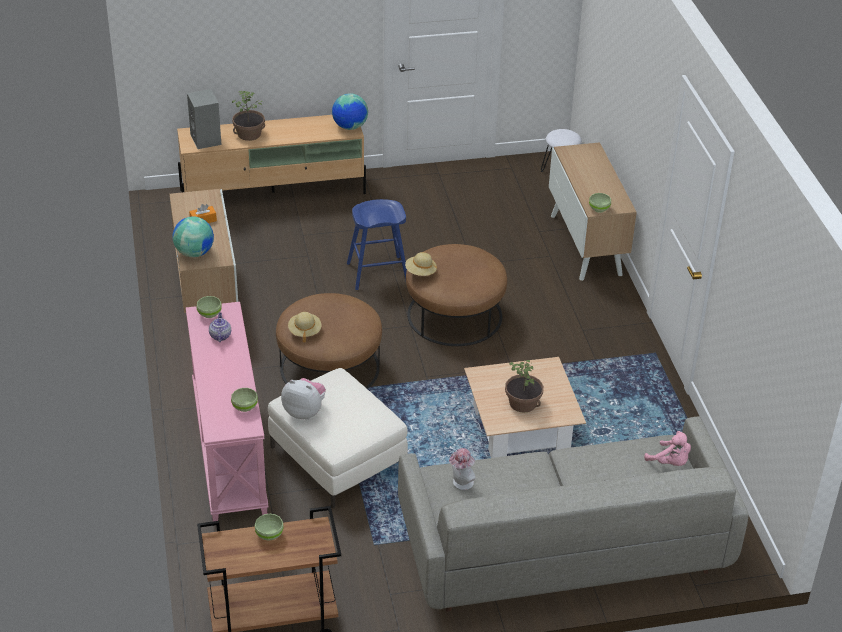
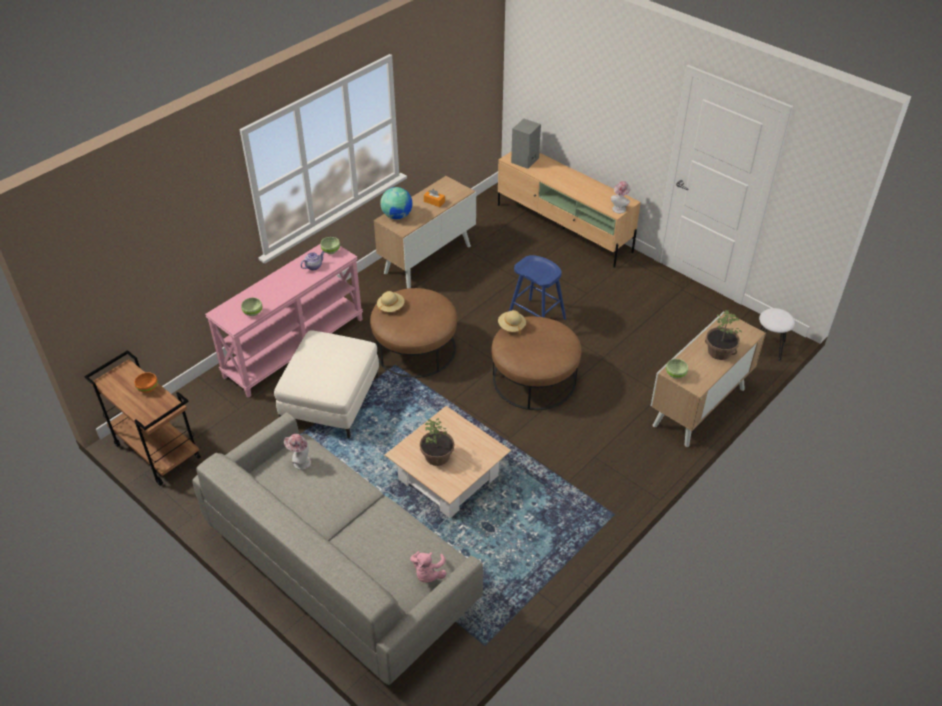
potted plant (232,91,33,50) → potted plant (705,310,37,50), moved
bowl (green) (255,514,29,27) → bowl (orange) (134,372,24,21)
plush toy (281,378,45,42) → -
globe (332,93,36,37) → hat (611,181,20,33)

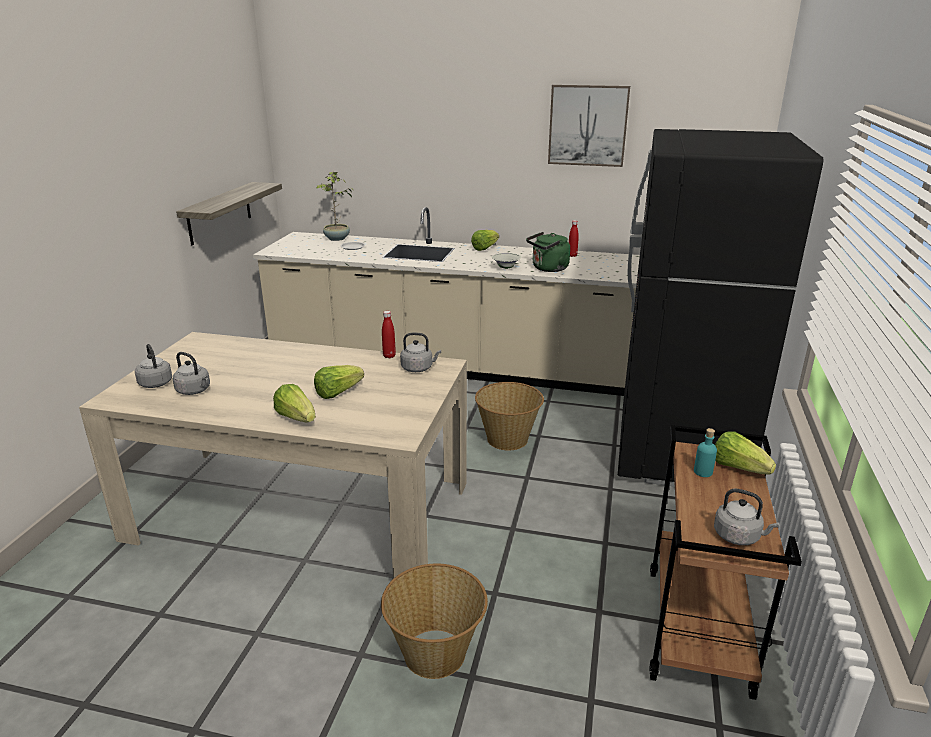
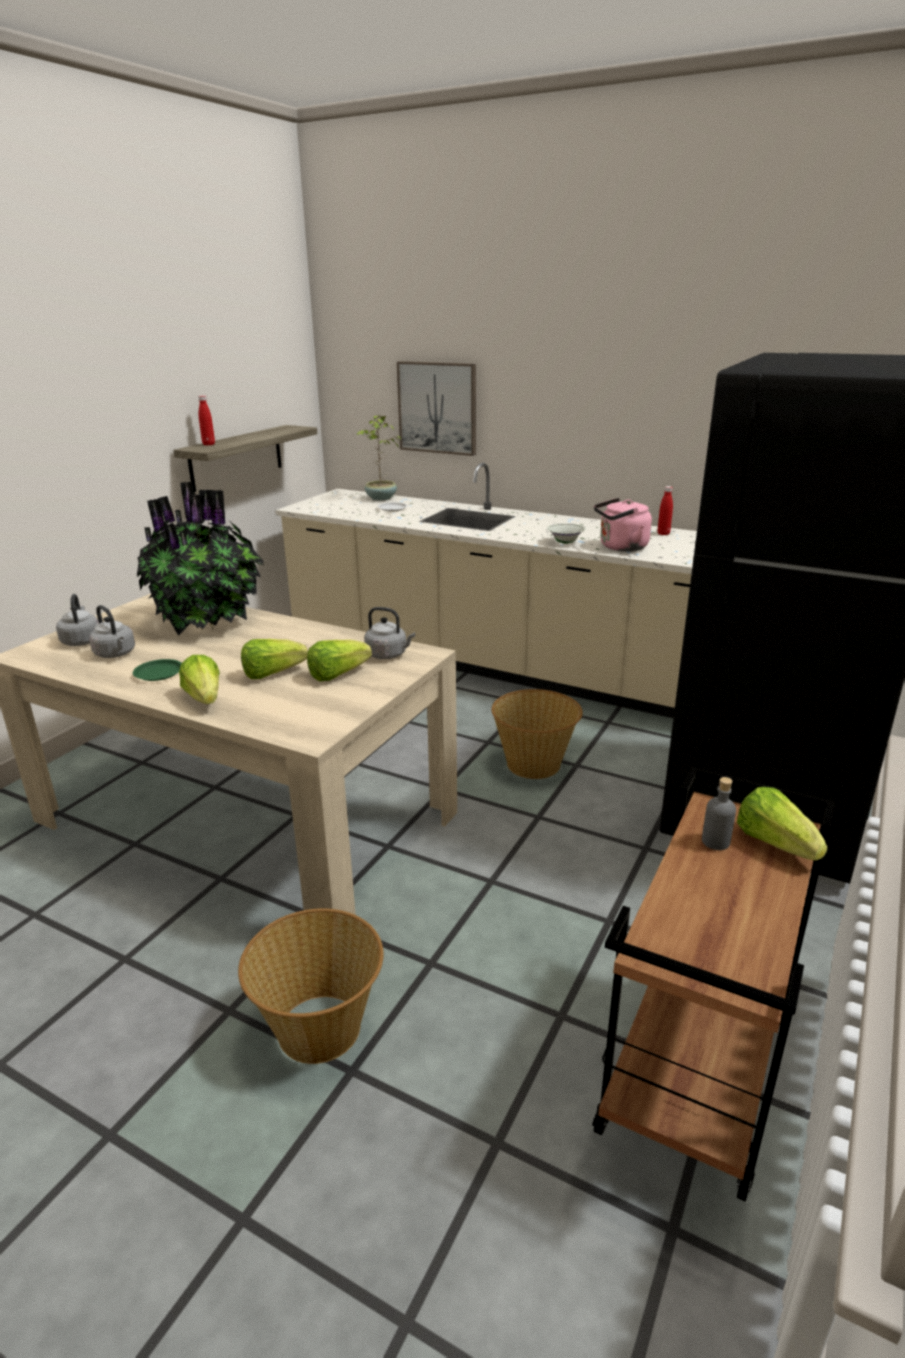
bottle (red) (382,311,14,47) → bottle (red) (198,395,17,50), moved
lettuce (471,230,28,21) → lettuce (307,640,65,41), moved
kettle (green) (526,232,44,40) → kettle (pink) (594,498,58,54)
picture (548,85,82,82) → picture (397,361,79,95), moved
bottle (turquoise) (694,428,23,49) → bottle (grey) (702,777,34,73)
kettle (grey) (714,489,65,56) → -
- → plate (green) (133,659,48,22)
- → potted plant (137,482,127,154)

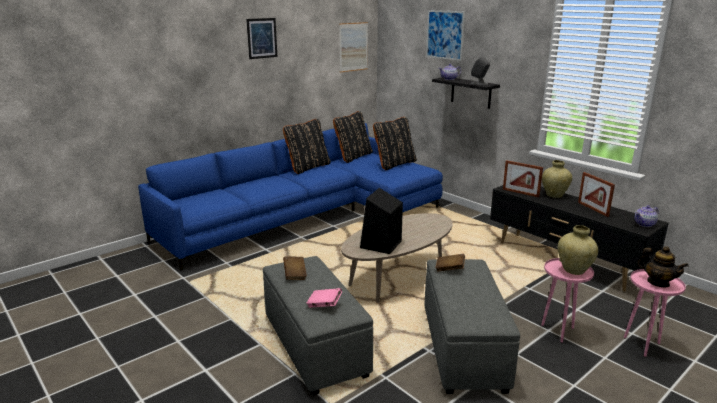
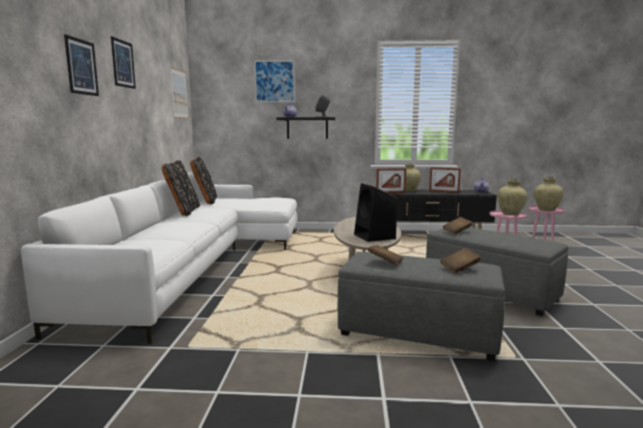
sofa (blue) (138,123,305,147) → sofa (white) (21,172,276,172)
book (pink) (306,288,36,20) → book (brown) (440,248,41,26)
pillow (black) (373,117,44,53) → -
teapot (638,246,50,41) → vase (beige) (534,177,30,34)
- → picture (64,34,35,62)

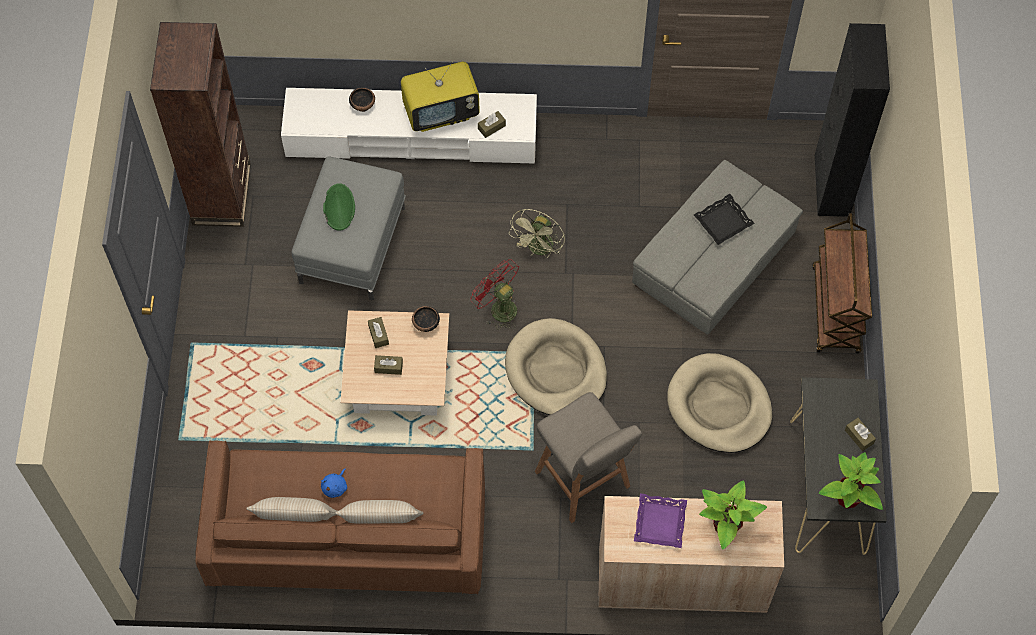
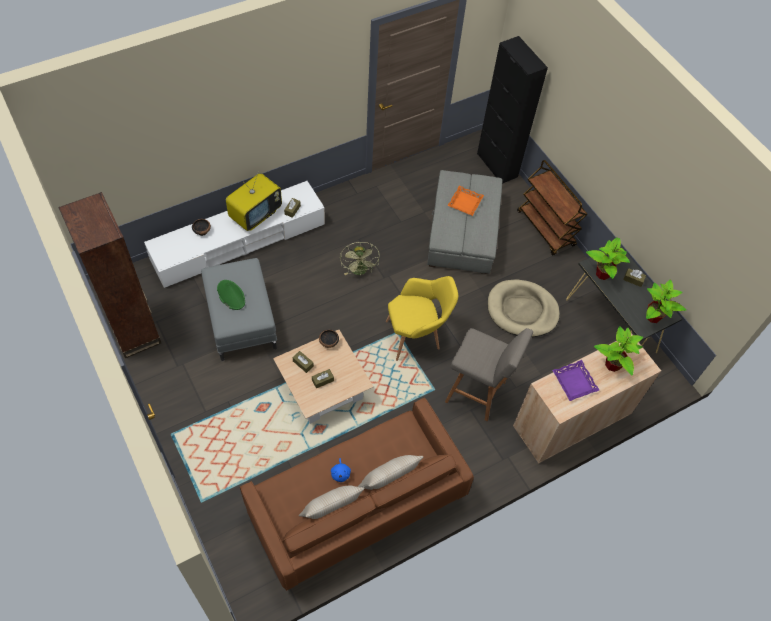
fan (red) (470,259,49,71) → -
dog bed (beige) (505,318,102,97) → armchair (yellow) (386,276,72,85)
tray (black) (694,194,61,51) → tray (orange) (447,185,37,31)
- → potted plant (586,237,44,43)

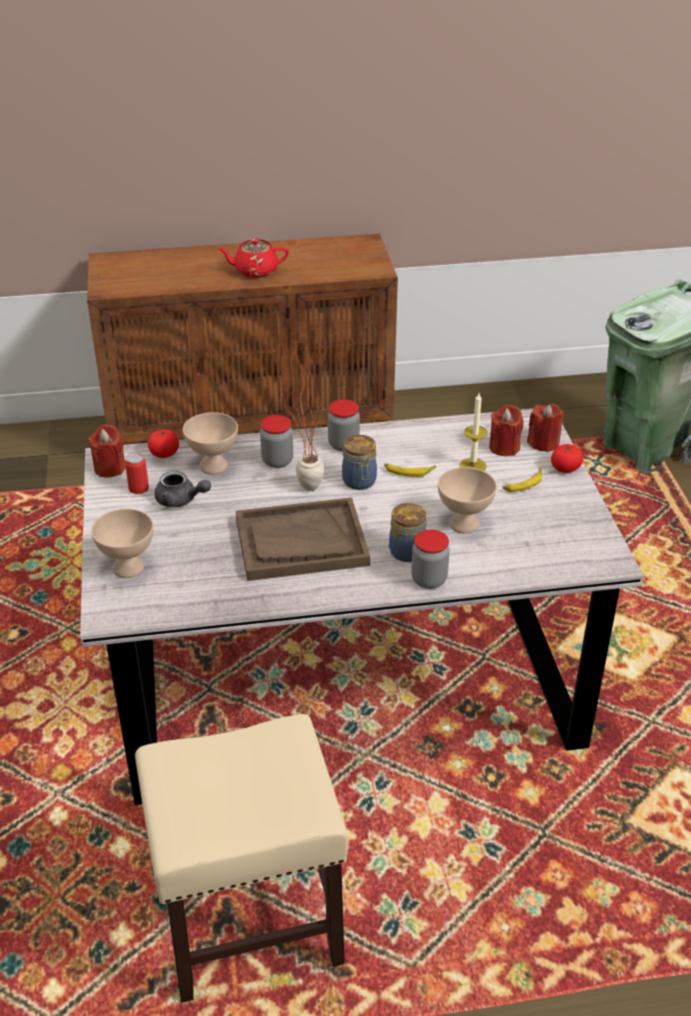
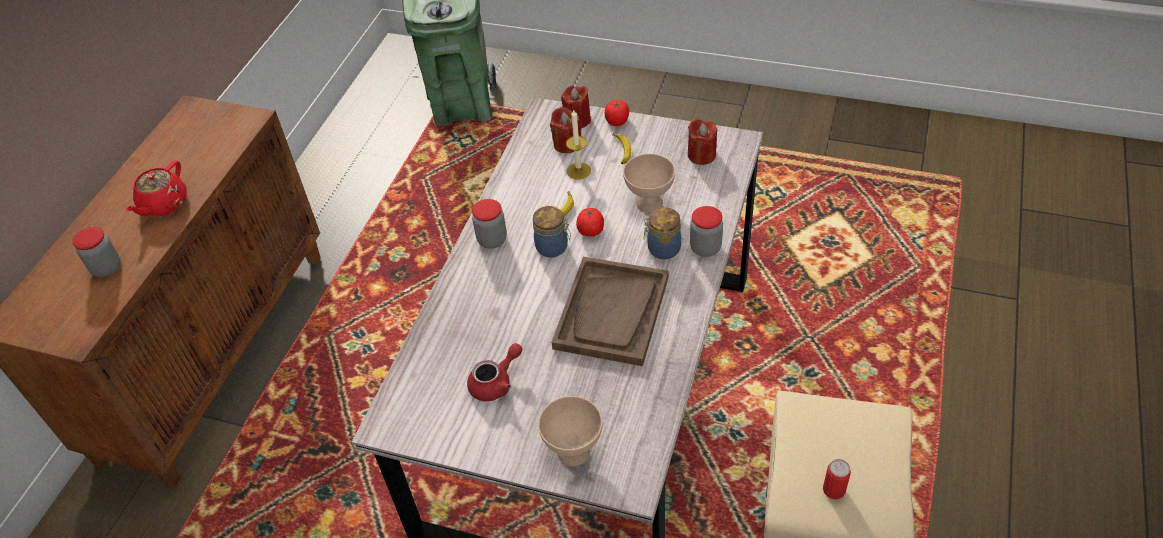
candle (red) (88,424,38,54) → candle (red) (688,119,29,46), moved
can (125,452,24,42) → can (823,459,28,40), moved
tomato (147,429,32,29) → tomato (576,208,28,29), moved
teapot (grey) (155,471,56,36) → teapot (red) (467,343,55,59)
bowl (beige) (183,412,55,63) → -
jar (260,415,33,53) → jar (72,227,49,50), moved
potted plant (273,337,53,154) → -

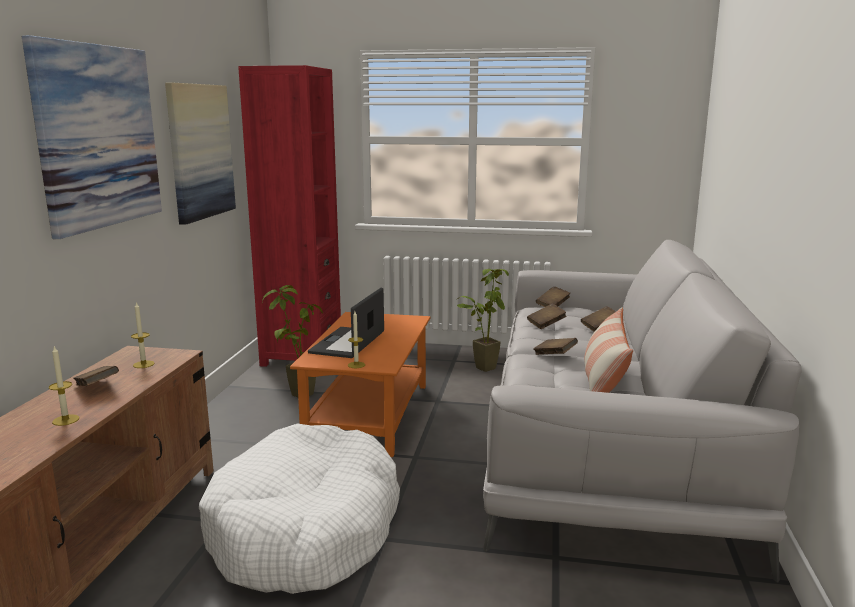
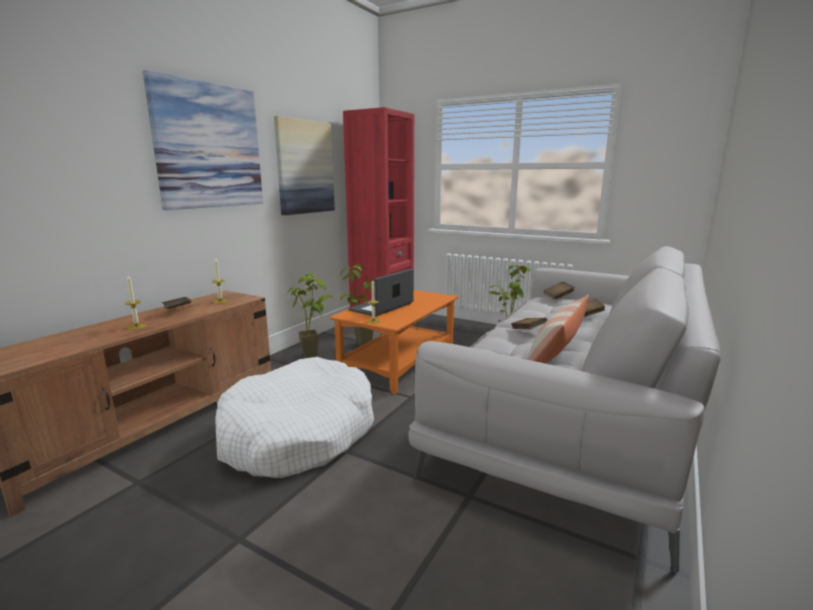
book (brown) (527,303,39,26) → -
- → potted plant (287,273,47,85)

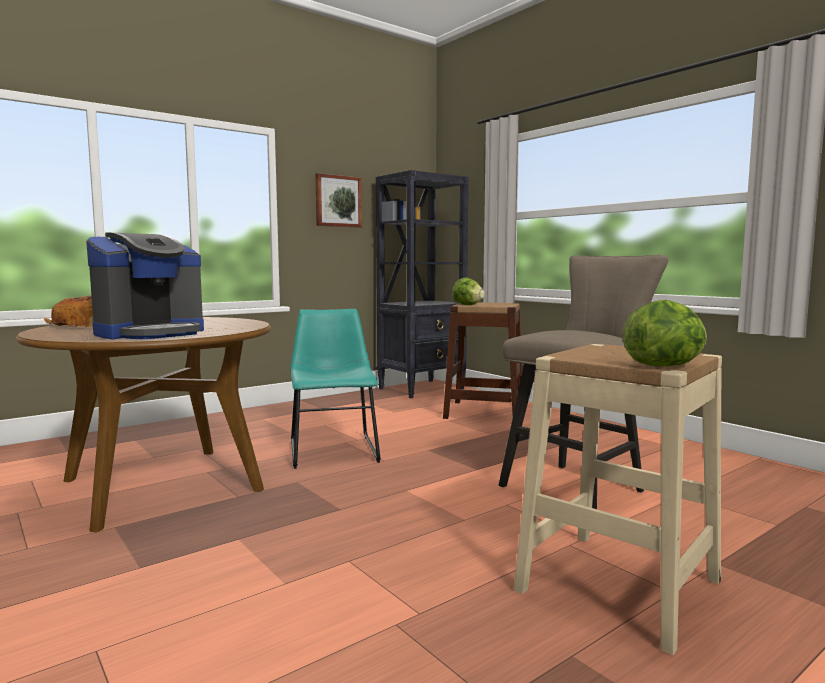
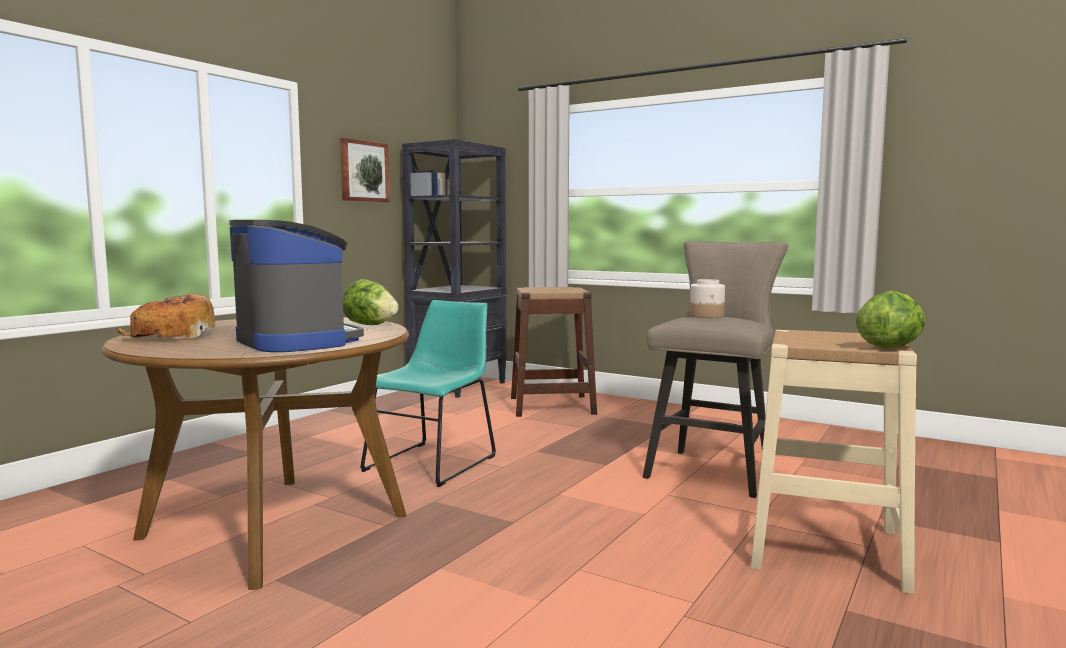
coffee machine (86,232,118,108) → coffee machine (229,220,135,132), 60 degrees counterclockwise
chair (turquoise) (291,309,90,160) → chair (turquoise) (360,300,136,187), 60 degrees clockwise
lettuce (452,278,33,27) → lettuce (343,279,56,46), moved
- → jar (690,279,35,39)

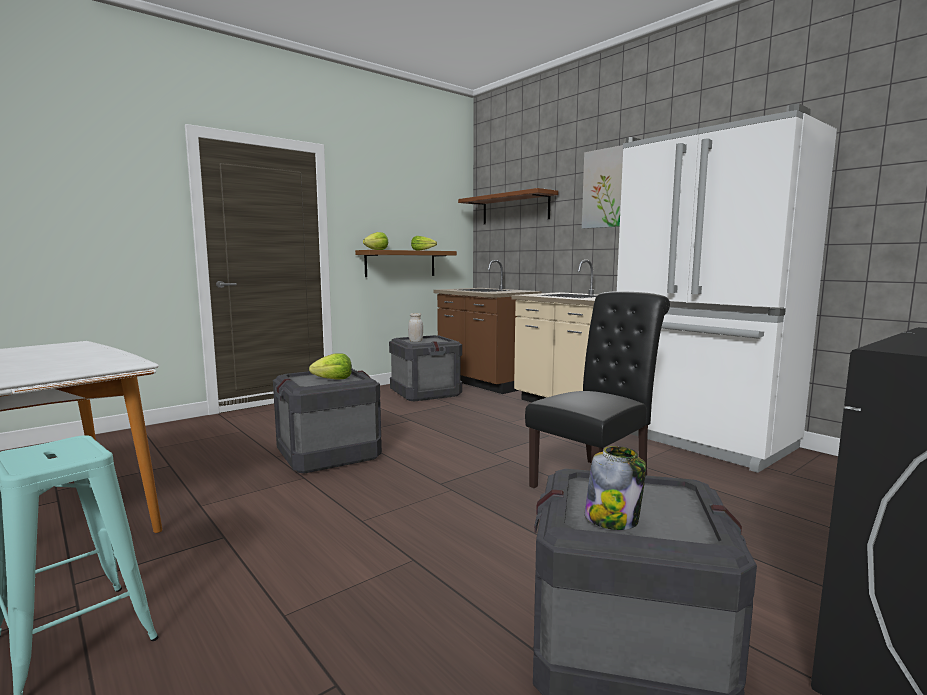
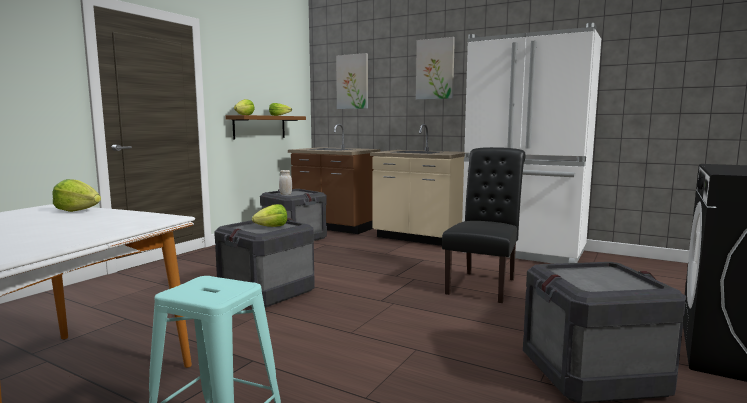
shelf (brown) (458,188,100,36) → picture (336,53,32,56)
jar (585,446,61,84) → -
- → lettuce (52,179,49,33)

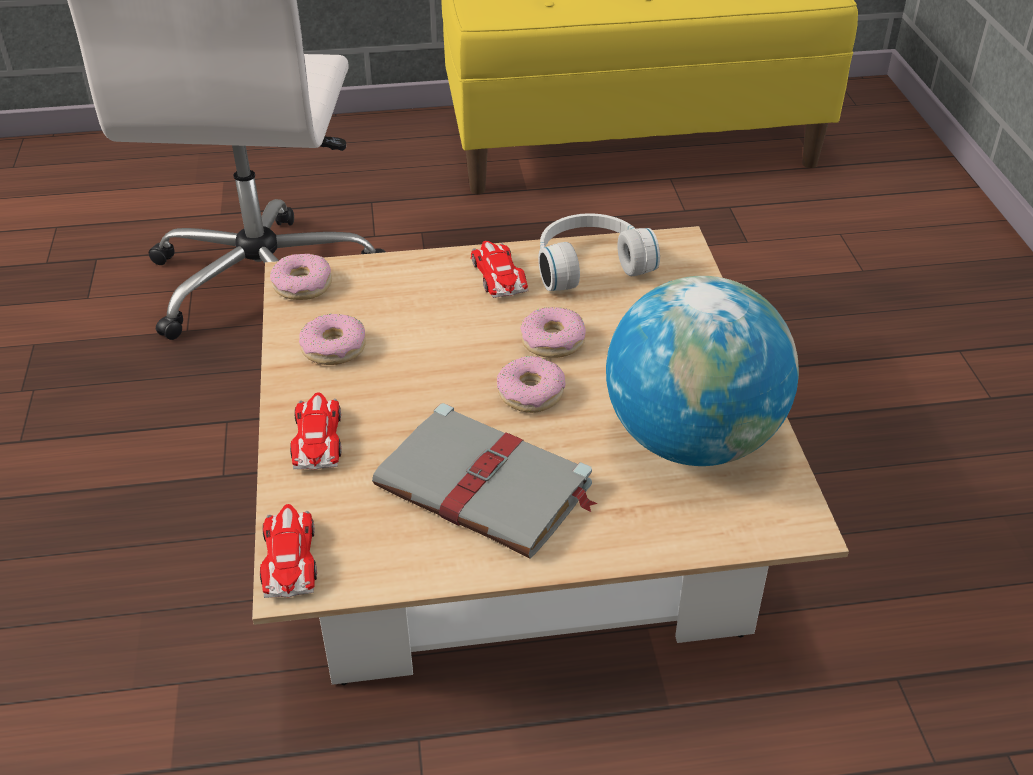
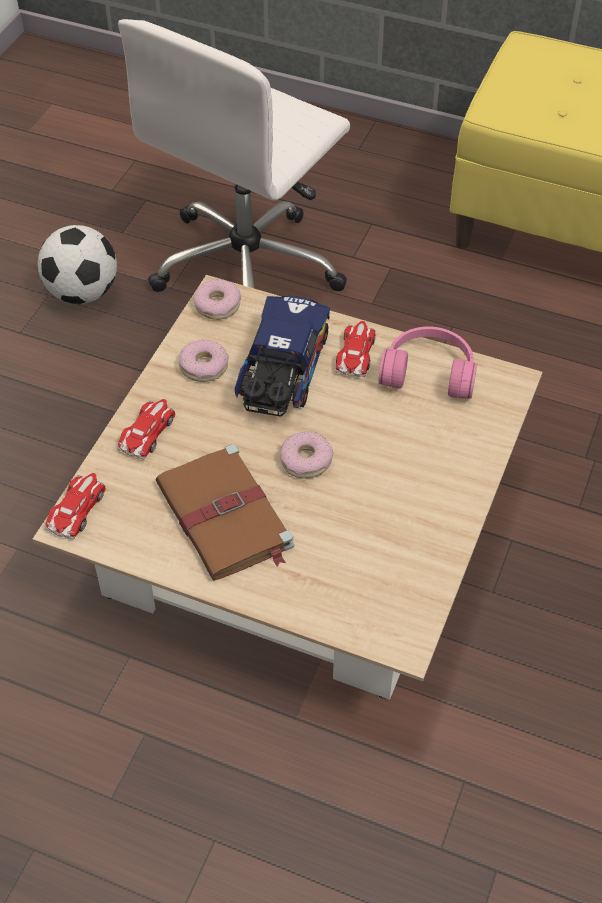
book (grey) (372,403,226,155) → book (brown) (156,444,138,136)
donut (520,307,66,51) → -
headphones (white) (538,213,122,78) → headphones (pink) (379,327,98,72)
globe (606,276,193,190) → -
- → football (38,225,79,79)
- → toy truck (235,296,95,121)

